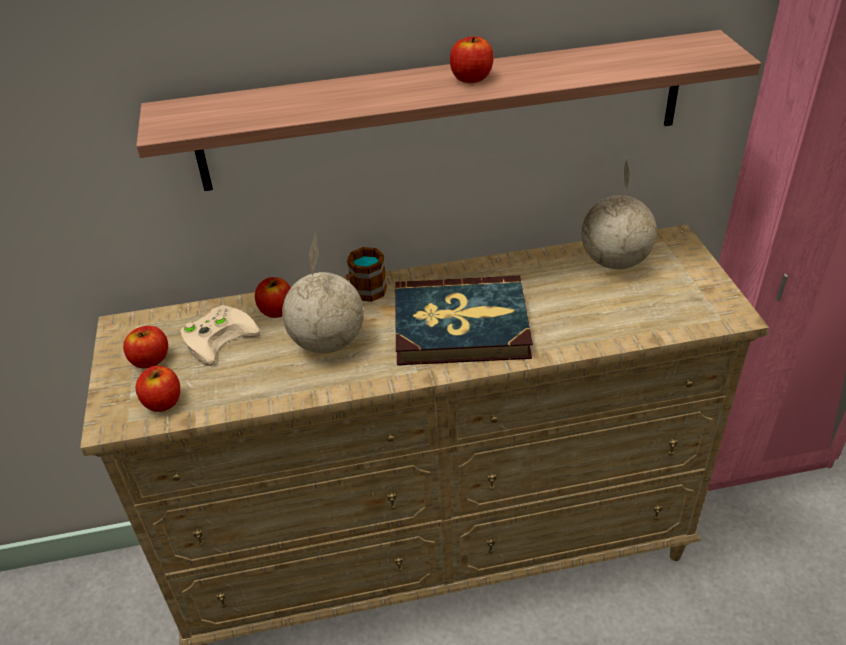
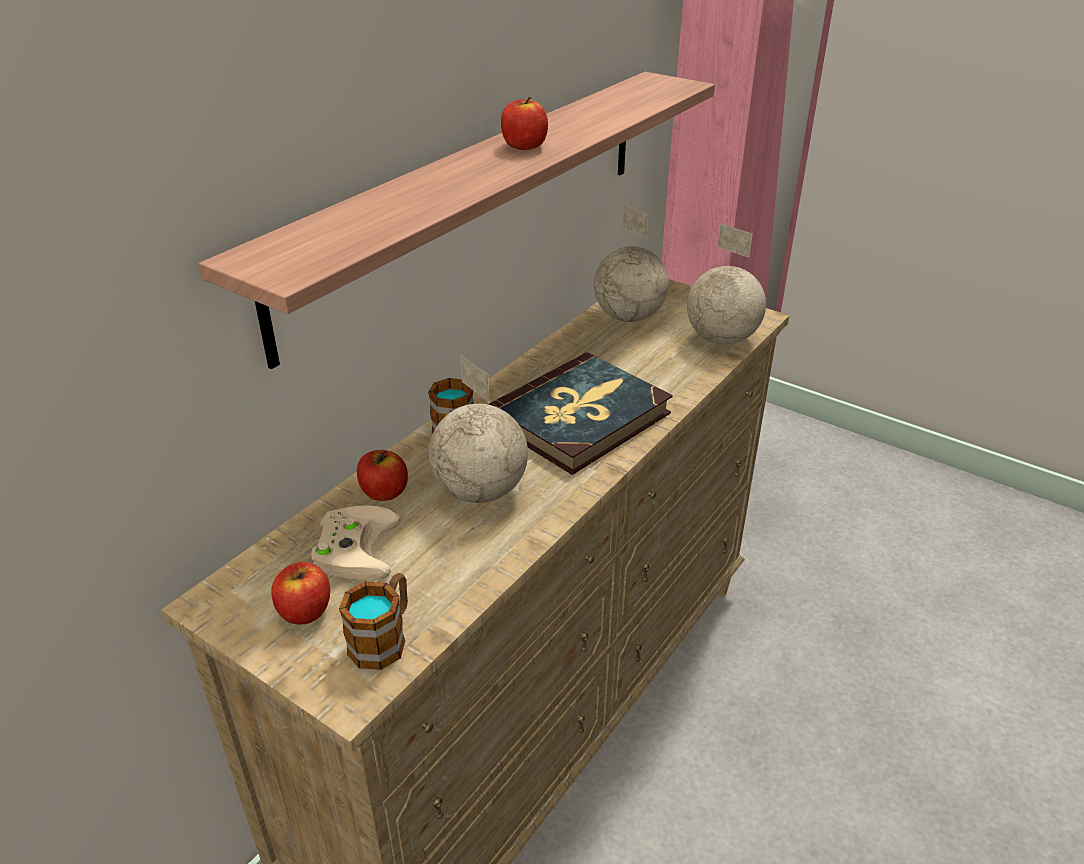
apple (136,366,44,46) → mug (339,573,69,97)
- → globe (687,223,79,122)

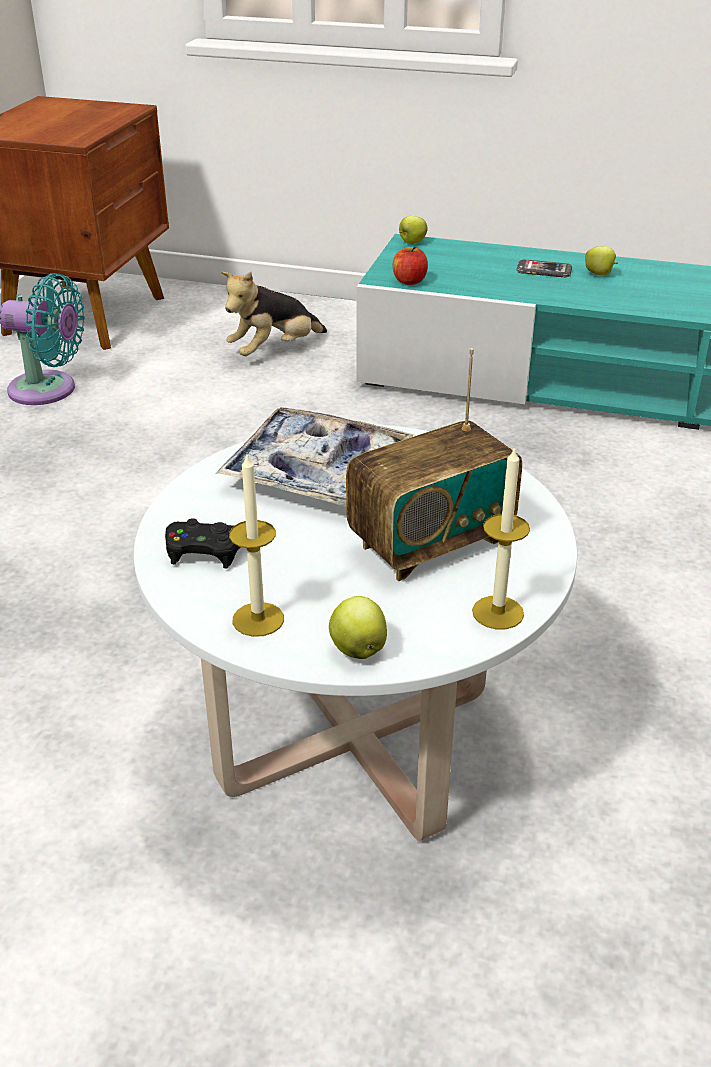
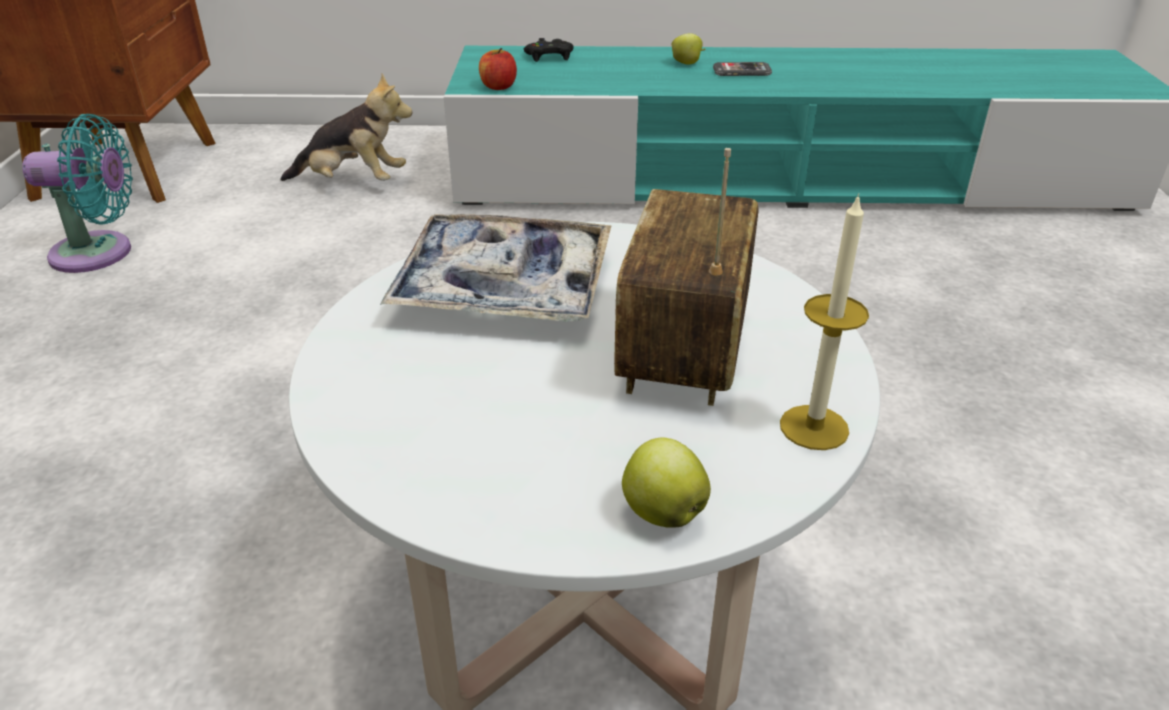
game controller (black) (165,518,75,50) → game controller (black) (524,38,49,24), moved
plush toy (221,272,106,84) → plush toy (280,73,133,108), 120 degrees counterclockwise
candle (229,454,55,183) → -
radio (346,348,176,233) → radio (614,148,145,258), 150 degrees clockwise
apple (399,215,29,29) → -
phone (516,259,56,18) → phone (713,62,59,14), moved

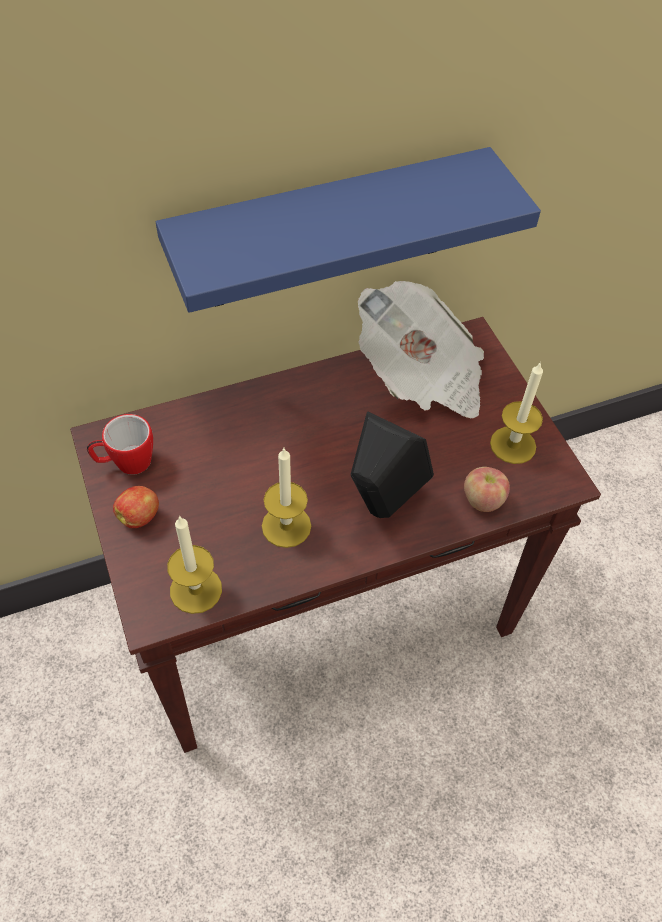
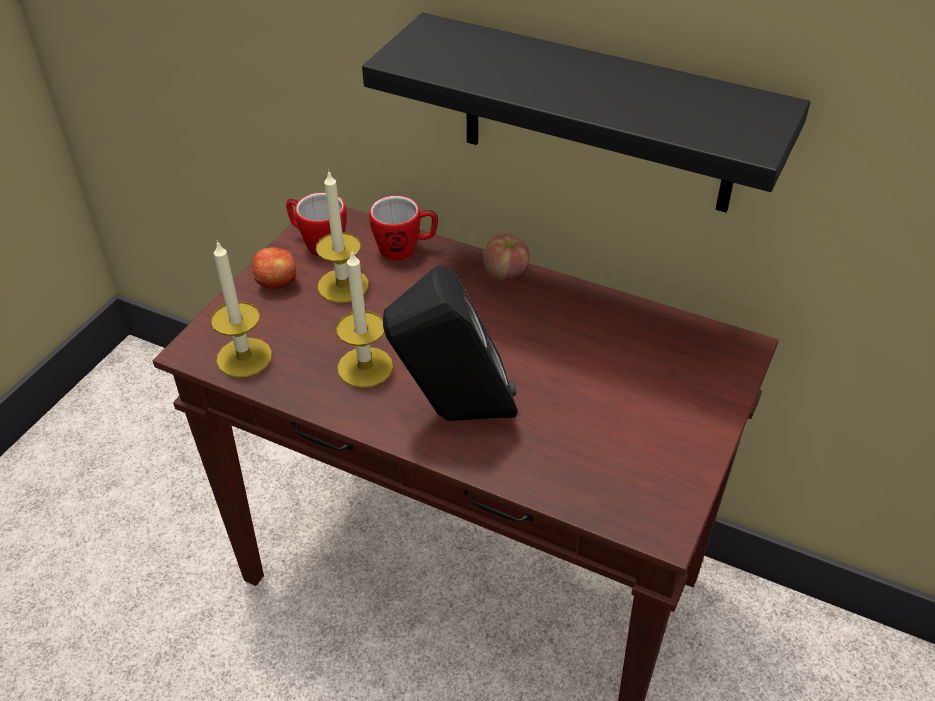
shelf (blue) (156,147,385,166) → shelf (black) (362,13,448,200)
newspaper (358,281,126,137) → -
apple (464,467,46,45) → apple (483,234,47,47), moved
candle (490,362,53,102) → candle (316,170,53,133), moved
- → mug (369,195,69,66)

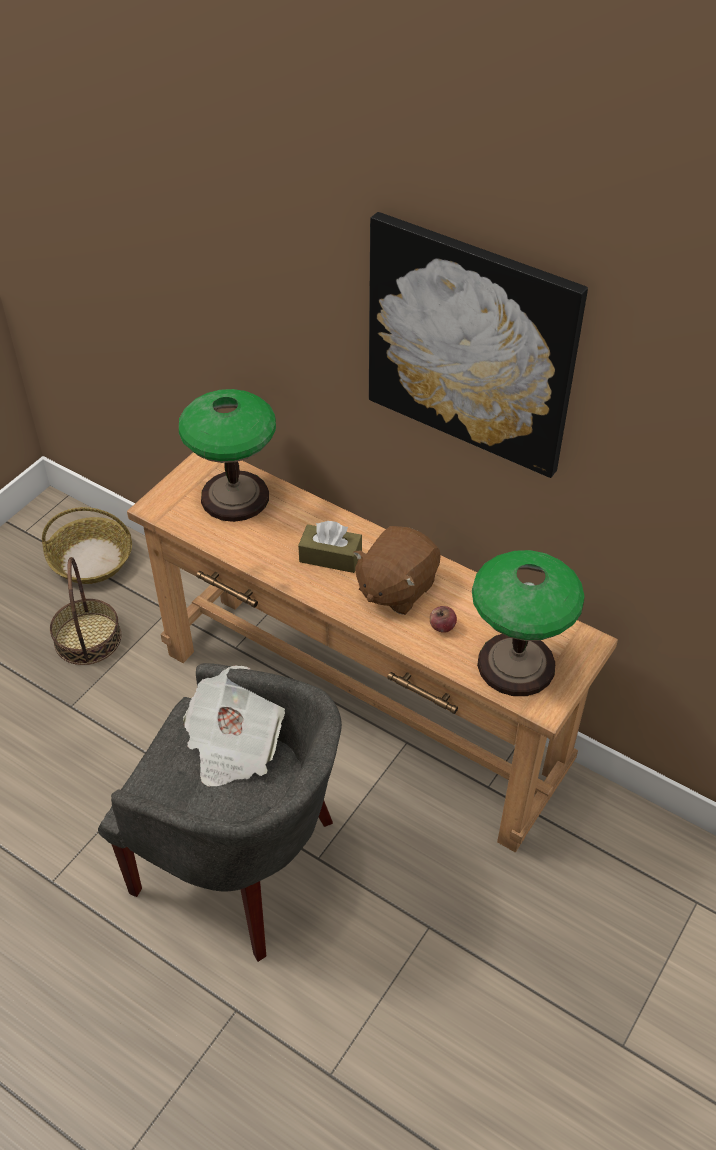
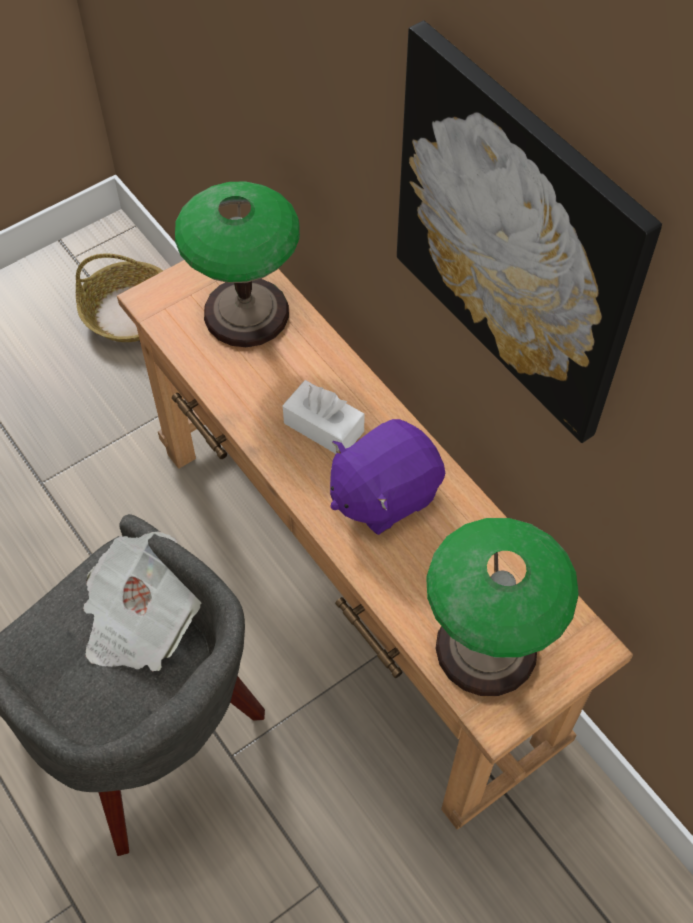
basket (50,557,71,108) → -
tissue box (brown) (298,521,64,52) → tissue box (white) (283,380,82,74)
plush toy (brown) (353,526,88,89) → plush toy (purple) (330,419,115,116)
apple (430,606,27,27) → -

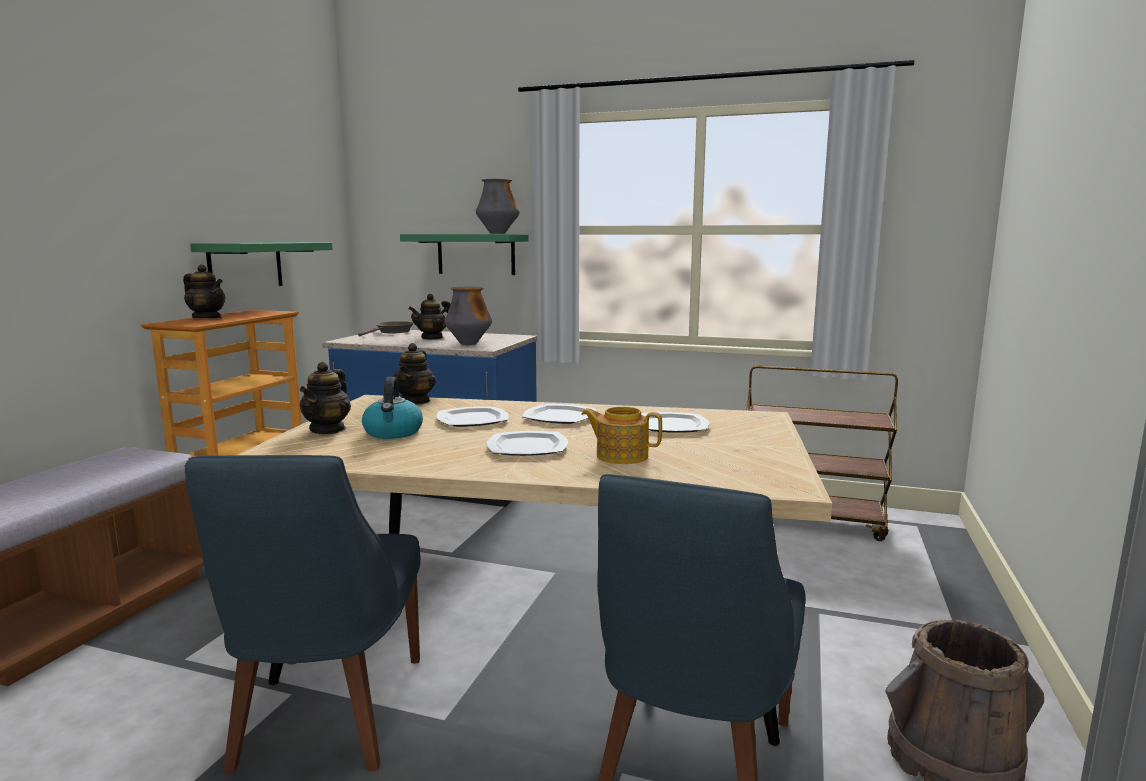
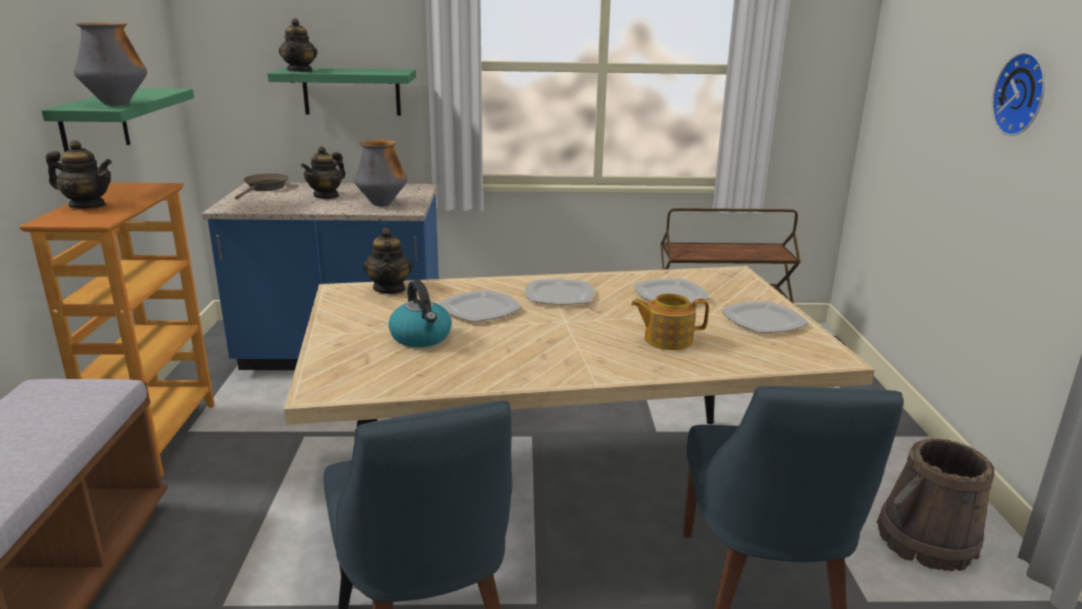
teapot (300,361,51,73) → teapot (279,18,38,54), moved
vase (476,179,44,55) → vase (74,22,73,83), moved
plate (486,431,82,25) → plate (721,301,88,32), moved
- → wall clock (991,52,54,84)

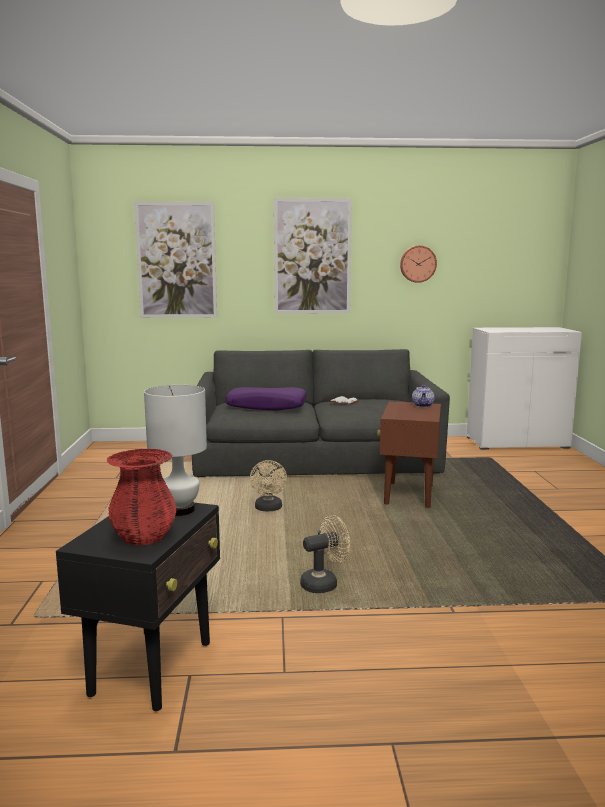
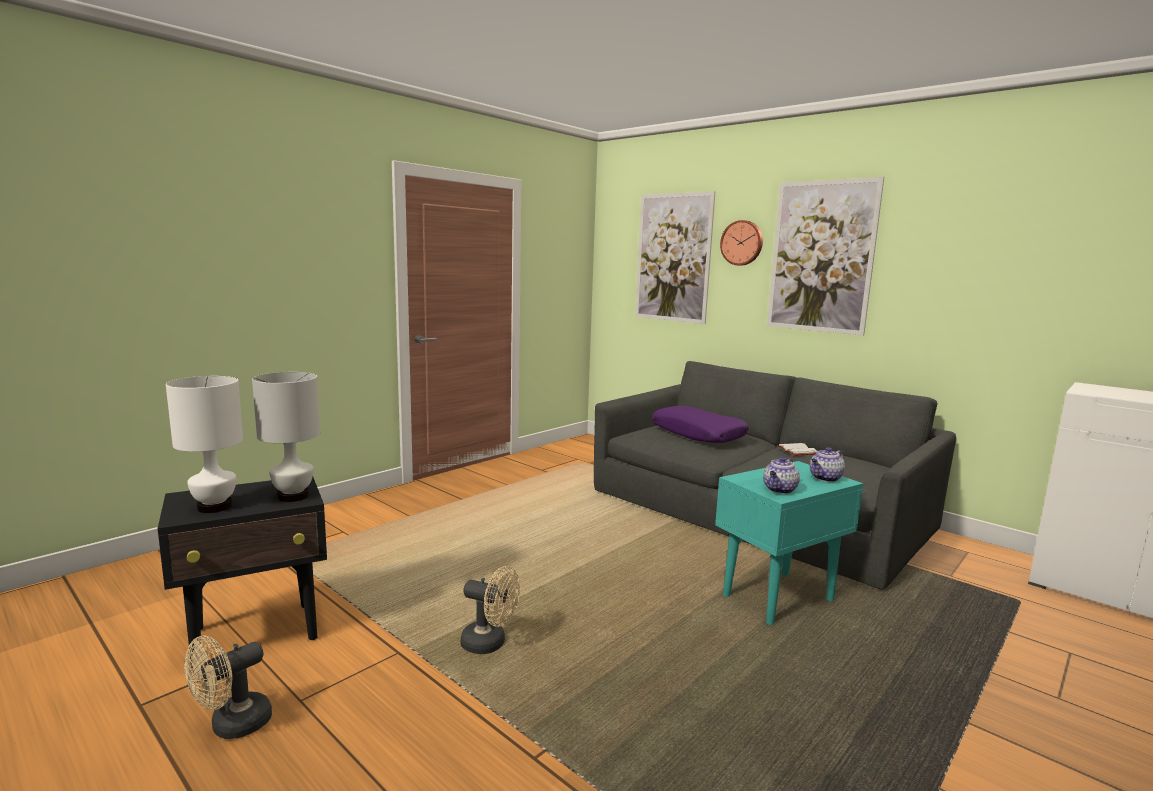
vase (red) (107,449,69,96) → table lamp (white) (166,376,77,137)
fan (beige) (250,460,37,51) → fan (beige) (184,635,88,104), moved
side table (brown) (377,401,64,107) → side table (turquoise) (715,461,148,164)
wall clock (400,246,37,37) → wall clock (720,220,43,46), moved
- → teapot (763,457,37,37)

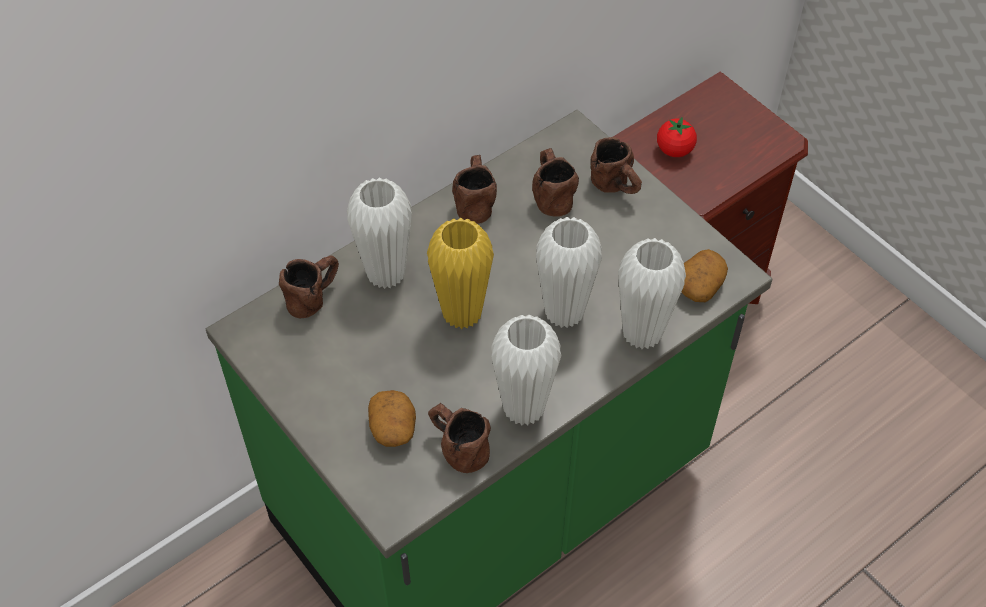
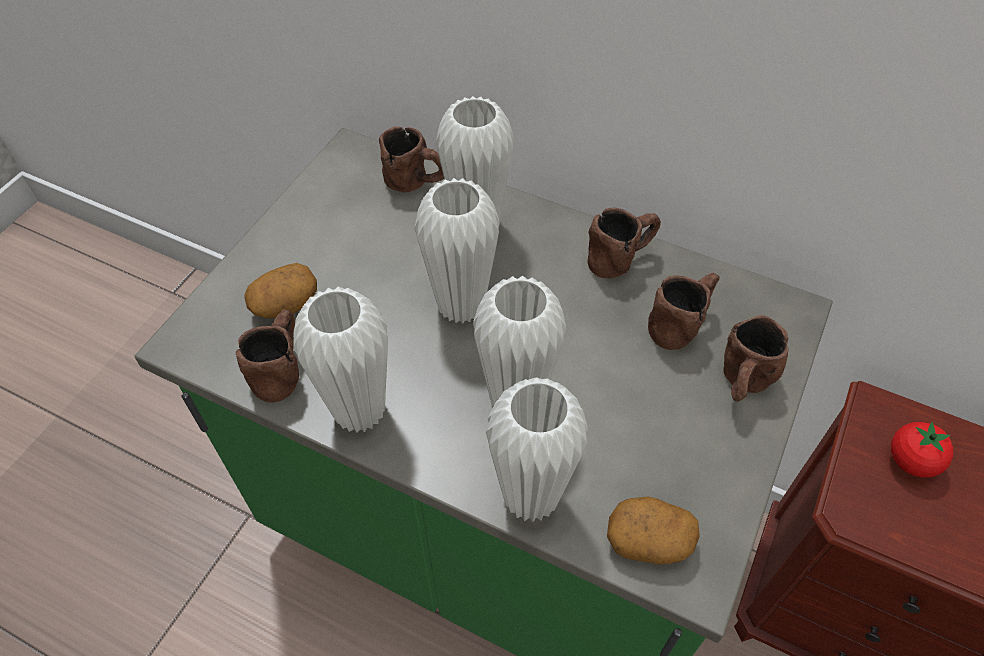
vase (yellow) (427,218,67,111) → vase (white) (414,178,86,145)

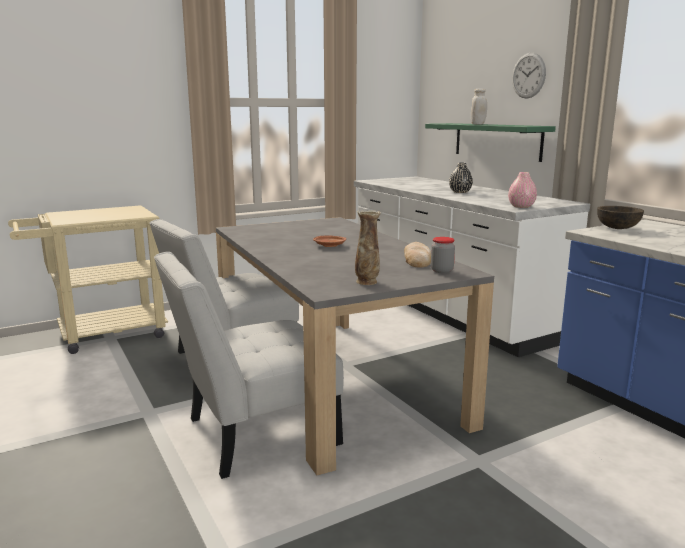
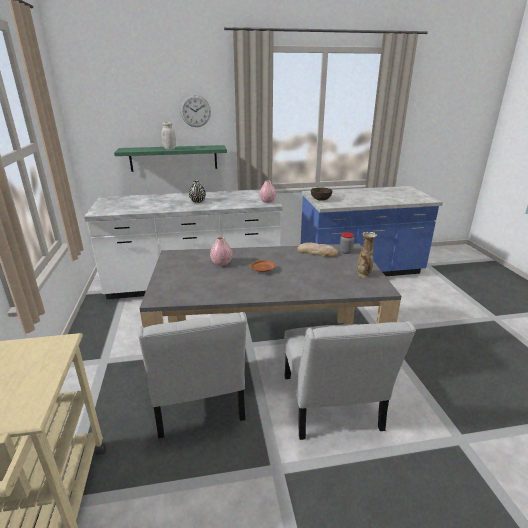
- → vase (pink) (210,237,22,29)

